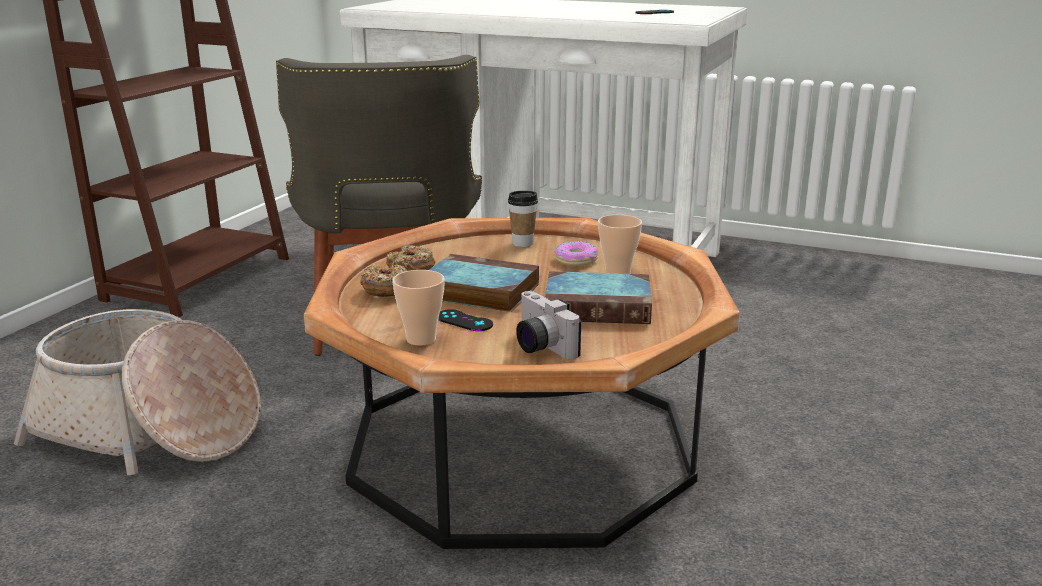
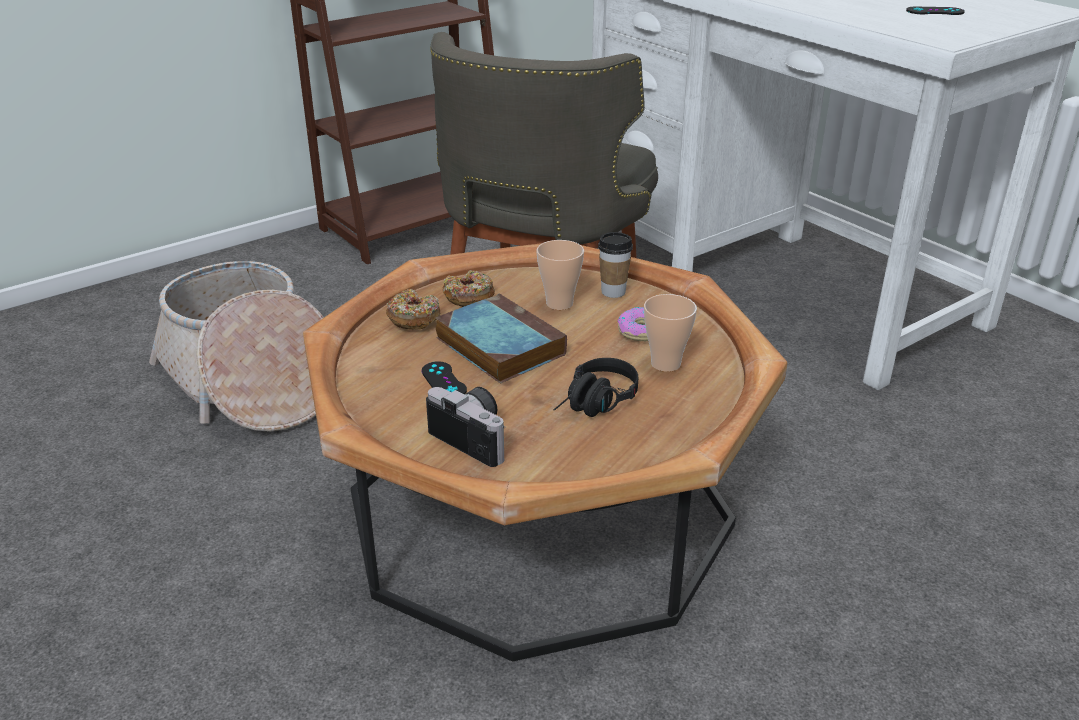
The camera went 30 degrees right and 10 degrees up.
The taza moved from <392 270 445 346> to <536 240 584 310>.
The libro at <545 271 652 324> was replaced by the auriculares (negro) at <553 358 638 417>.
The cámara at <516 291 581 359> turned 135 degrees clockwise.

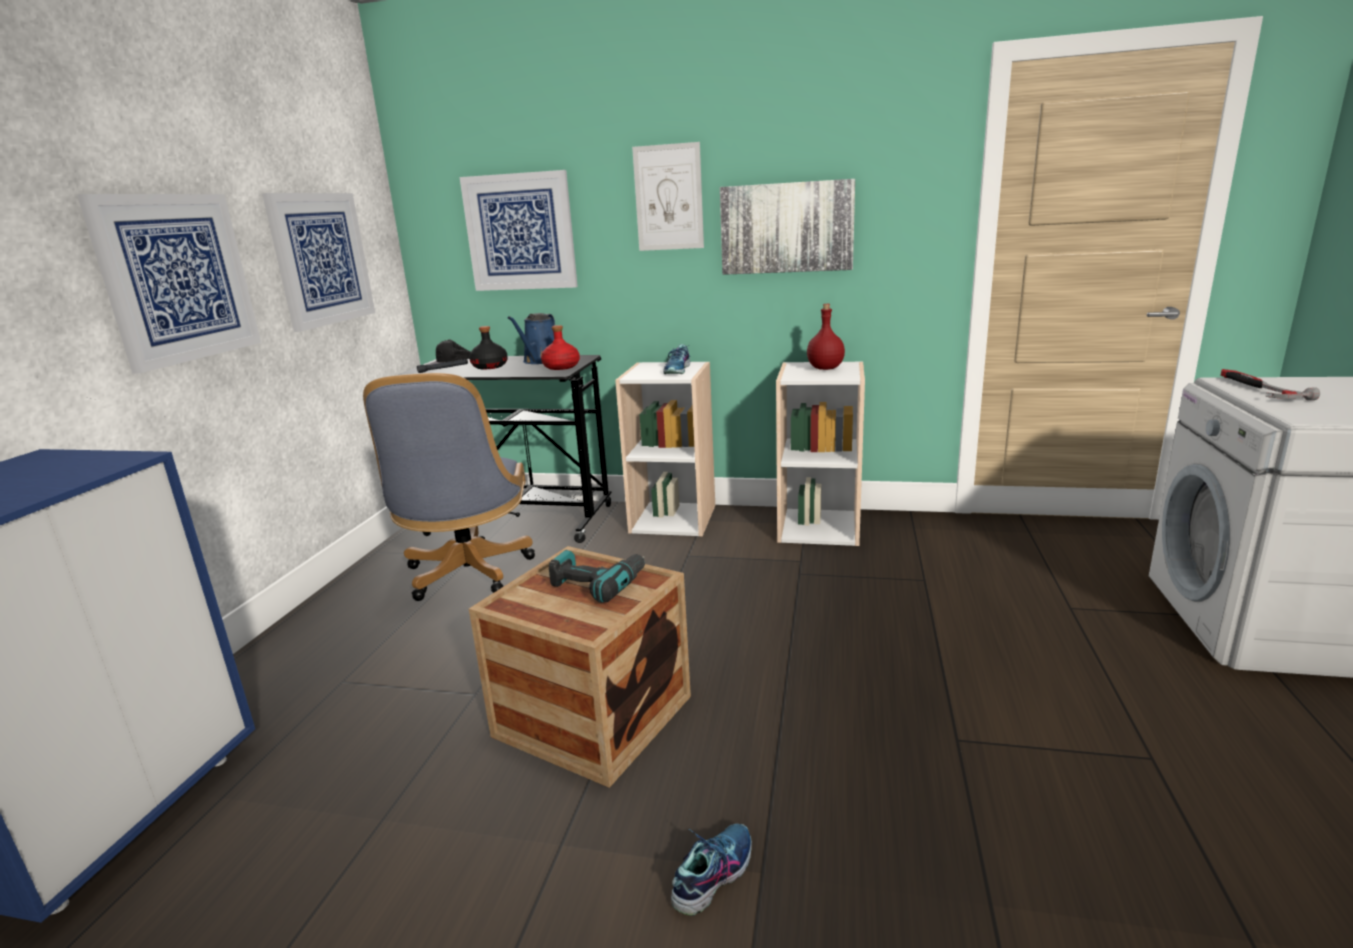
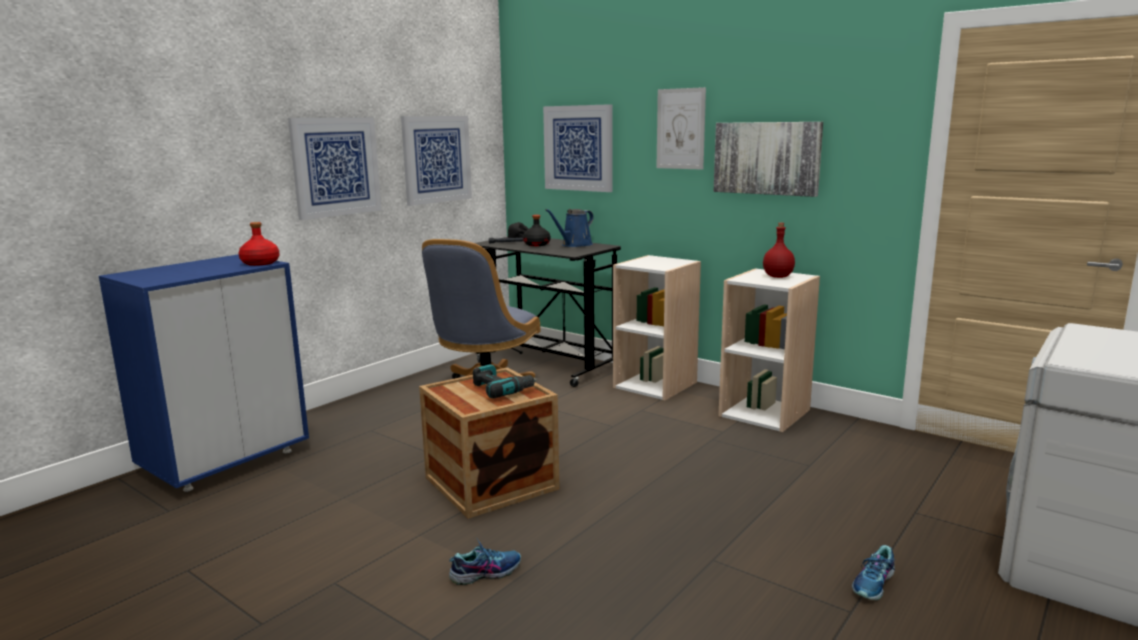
The camera went 25 degrees right and 5 degrees down.
The martillo at <1220 369 1320 400> disappeared.
The botella (rojo) moved from <541 325 580 370> to <238 222 279 266>.
The zapato moved from <663 344 690 374> to <852 545 896 600>.

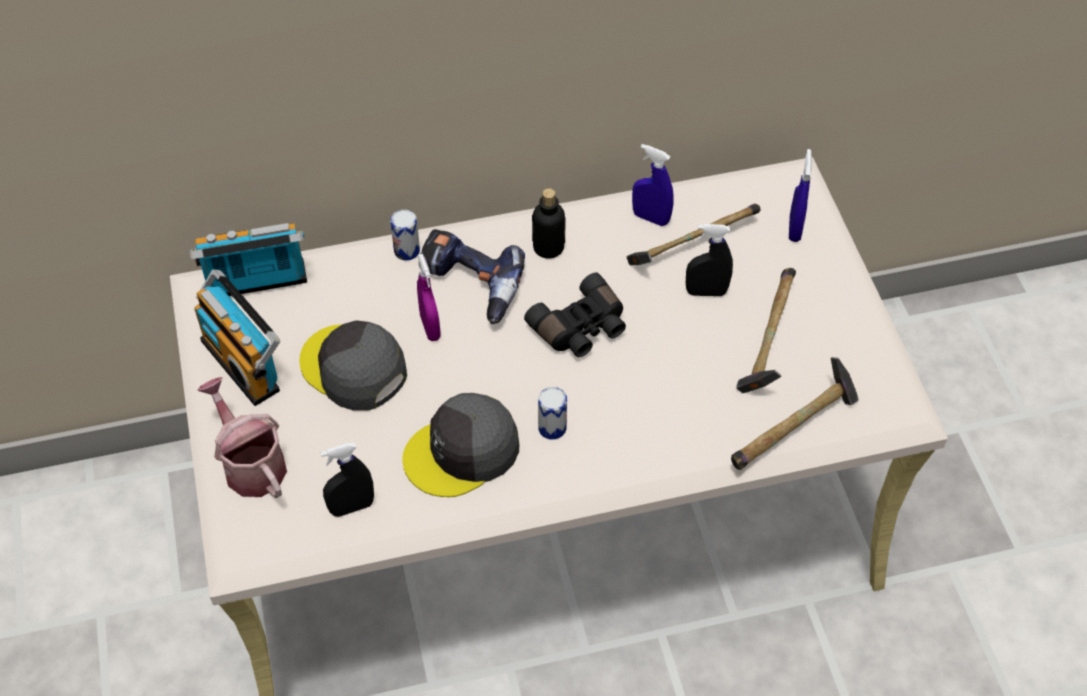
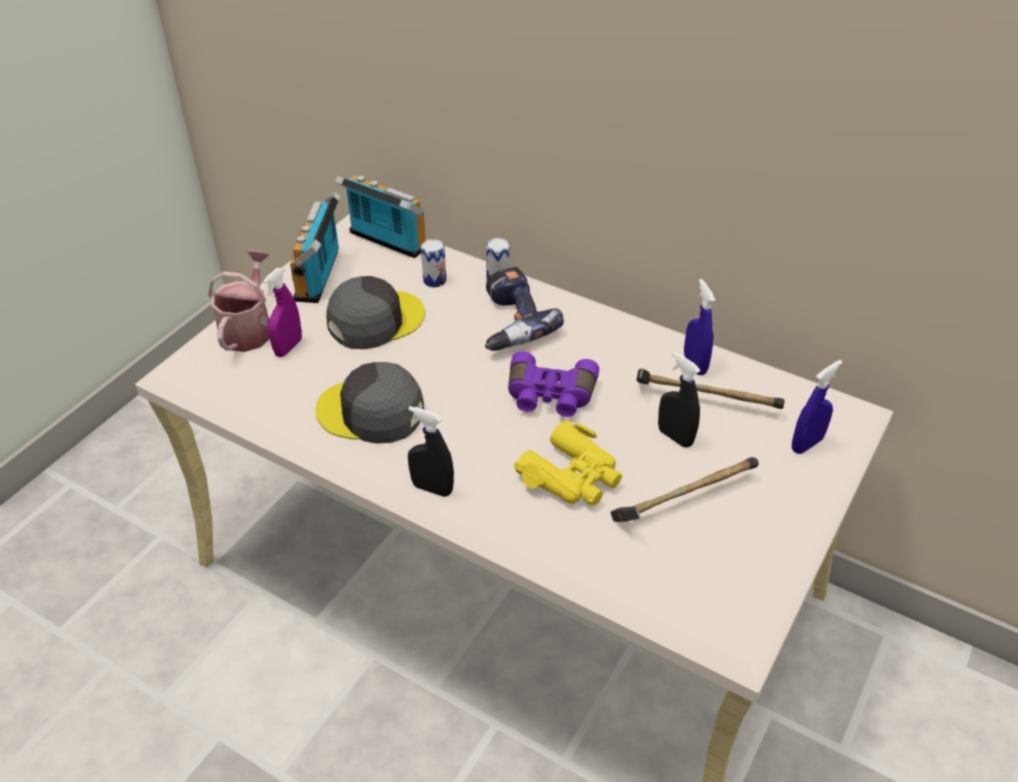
The camera went 45 degrees right and 10 degrees down.
The botella at <532 188 566 259> disappeared.
The martillo at <731 357 859 470> disappeared.
The prismáticos (amarillo) at <514 420 622 506> appeared.
The pulverizador (negro) moved from <320 443 374 517> to <408 406 454 497>.
The pulverizador (morado) moved from <417 254 441 341> to <262 268 302 357>.
The lata moved from <538 387 567 440> to <421 239 446 288>.
The prismáticos (negro) at <524 272 626 357> became the prismáticos (morado) at <508 351 599 417>.
The gorra (gris) at <299 320 407 411> turned 60 degrees clockwise.

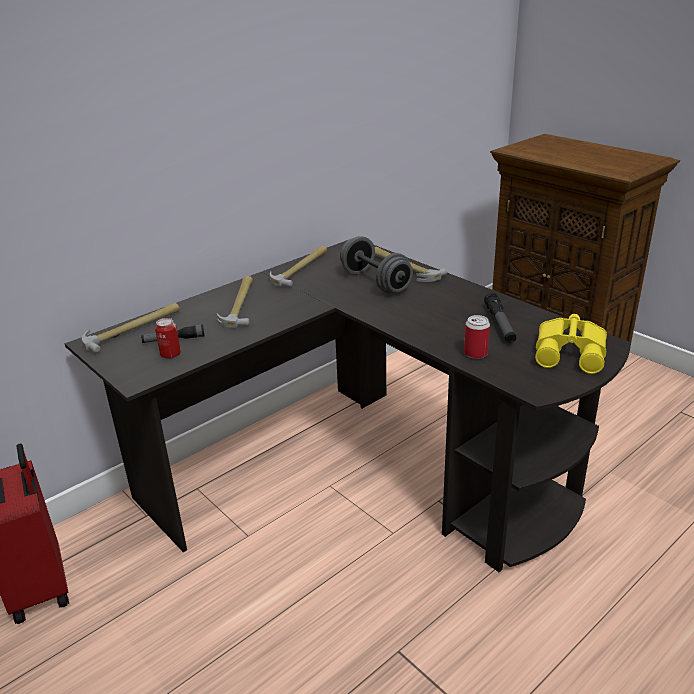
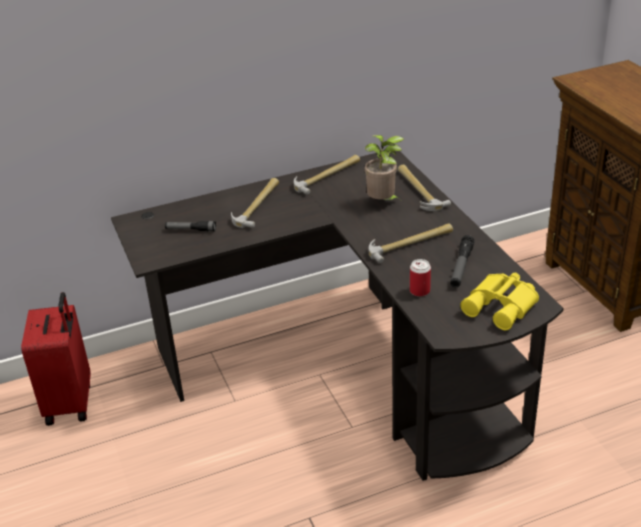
The camera went 20 degrees right and 5 degrees up.
The lata at <155 318 181 359> disappeared.
The martillo moved from <82 303 180 353> to <369 223 453 263>.
The mancuerna (gris) at <340 236 413 293> was replaced by the planta en maceta at <365 135 405 201>.

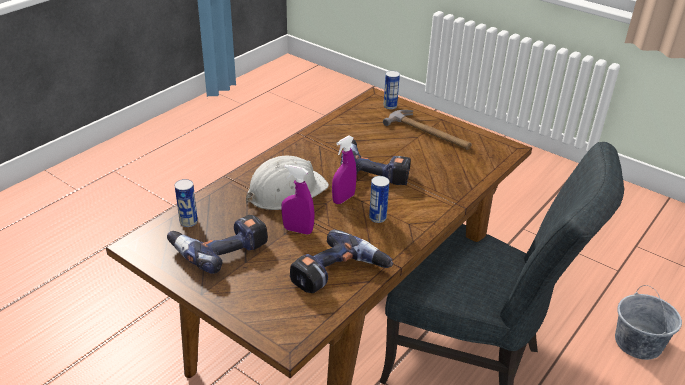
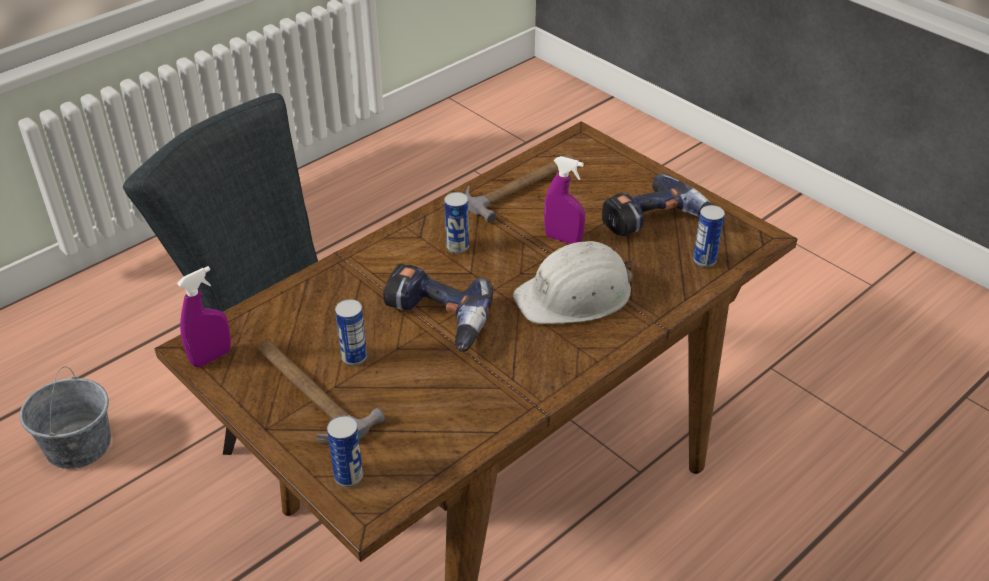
The camera went 170 degrees left and 5 degrees up.
The lata at <335 299 367 366> appeared.
The pulverizador (morado) moved from <332 135 357 204> to <177 266 231 367>.
The taladro at <290 229 393 293> was replaced by the martillo at <465 154 575 223>.

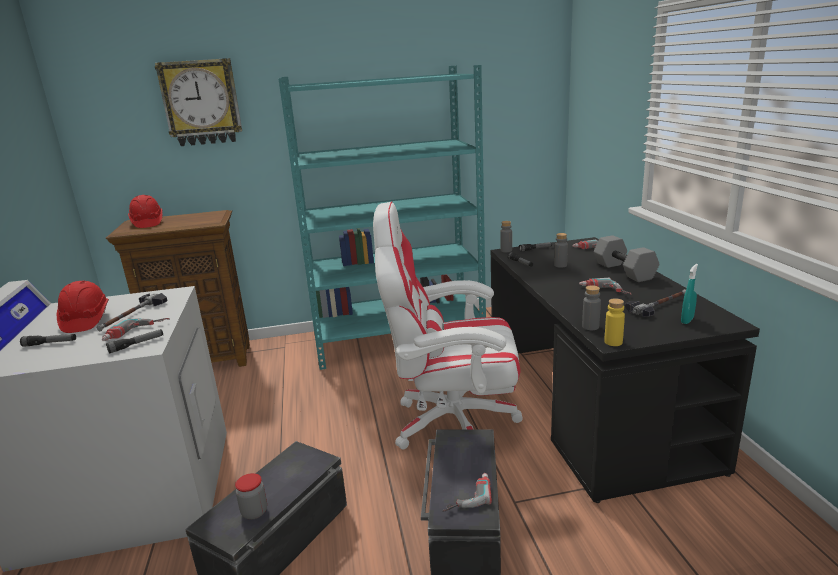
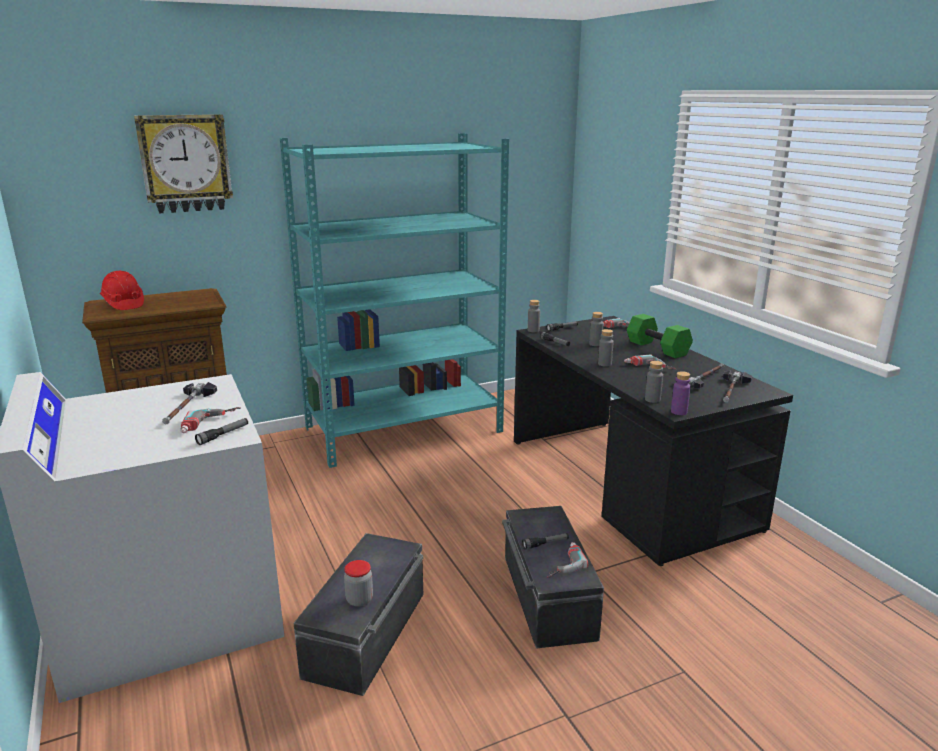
The camera went 15 degrees left and 0 degrees up.
The casco (rojo) at <57 281 109 333> disappeared.
The silla de oficina (blanco) at <373 201 523 450> disappeared.
The botella (gris) at <598 329 614 367> appeared.
The linterna moved from <20 334 76 347> to <522 533 569 549>.
The pulverizador (turquesa) at <681 264 698 324> was replaced by the martillo at <723 370 752 402>.
The mancuerna (gris) at <593 235 660 282> became the mancuerna (verde) at <627 314 693 358>.
The botella (amarillo) at <604 298 625 346> became the botella (morado) at <671 371 691 415>.

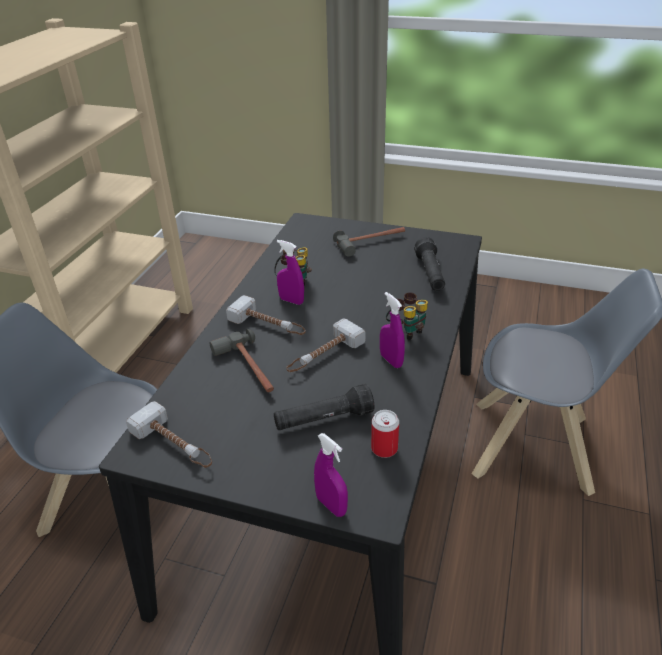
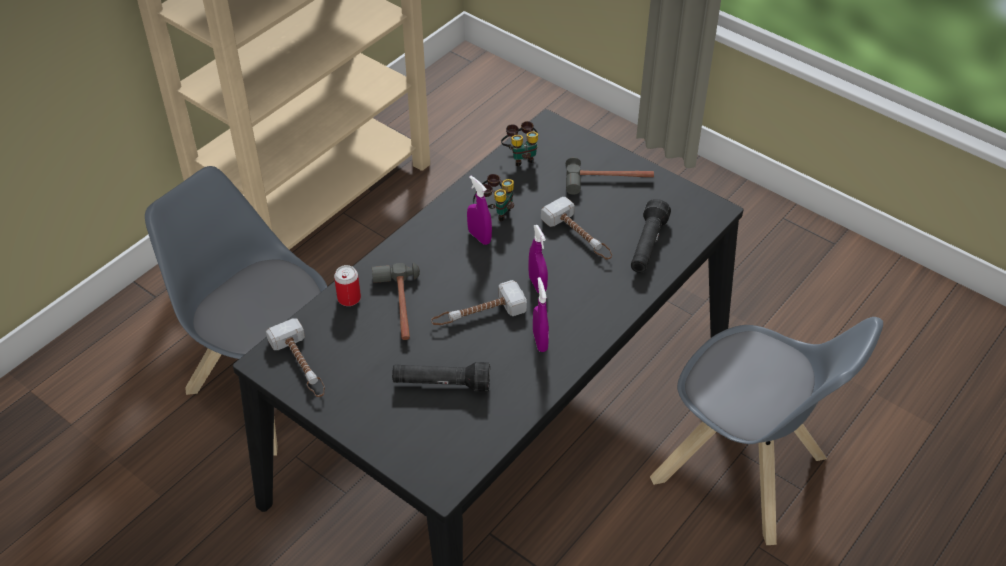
The camera went 20 degrees right and 10 degrees up.
The martillo moved from <226 295 306 335> to <541 197 612 260>.
The pulverizador (morado) moved from <314 433 348 517> to <529 225 548 293>.
The lata moved from <371 410 399 458> to <334 265 361 306>.
The prismáticos moved from <386 292 428 340> to <501 121 538 166>.

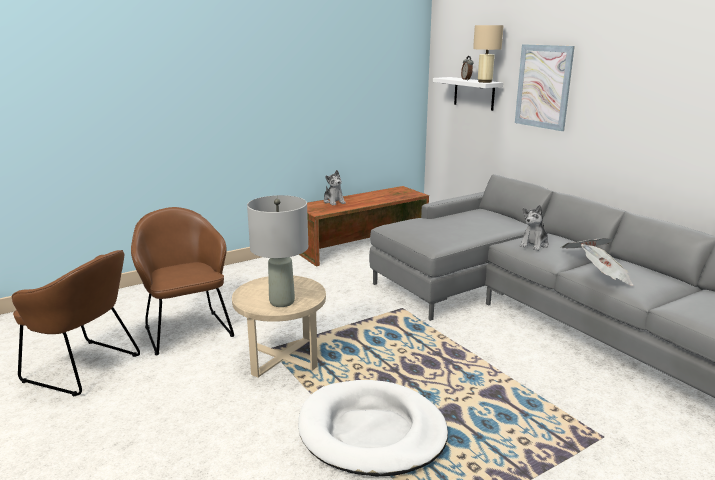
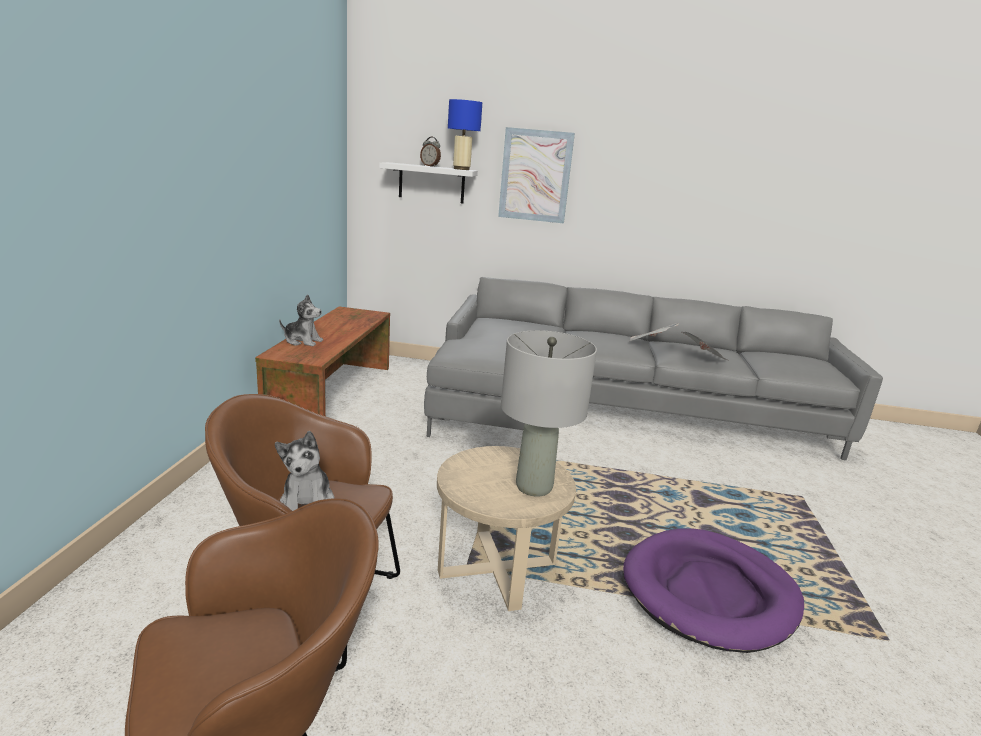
The camera went 50 degrees left and 0 degrees up.
The peluche moved from <520 205 549 251> to <275 431 334 511>.
The cama para perro (blanco) at <298 380 448 477> became the cama para perro (morado) at <623 528 804 653>.
The lámpara de mesa (beis) at <473 25 503 83> became the lámpara de mesa (azul) at <448 99 482 170>.

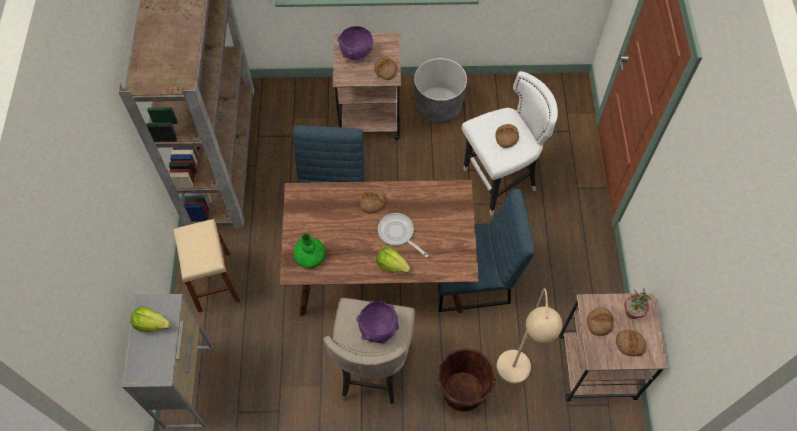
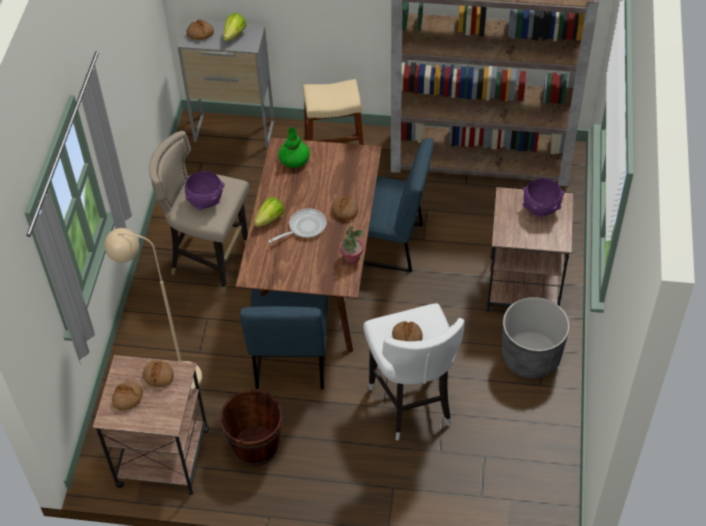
The camera went 100 degrees right and 10 degrees down.
The pan moved from <374 57 398 80> to <186 19 214 40>.
The cubo (marrón) moved from <438 348 496 412> to <220 390 282 466>.
The planta en maceta moved from <625 289 652 319> to <340 226 364 264>.

